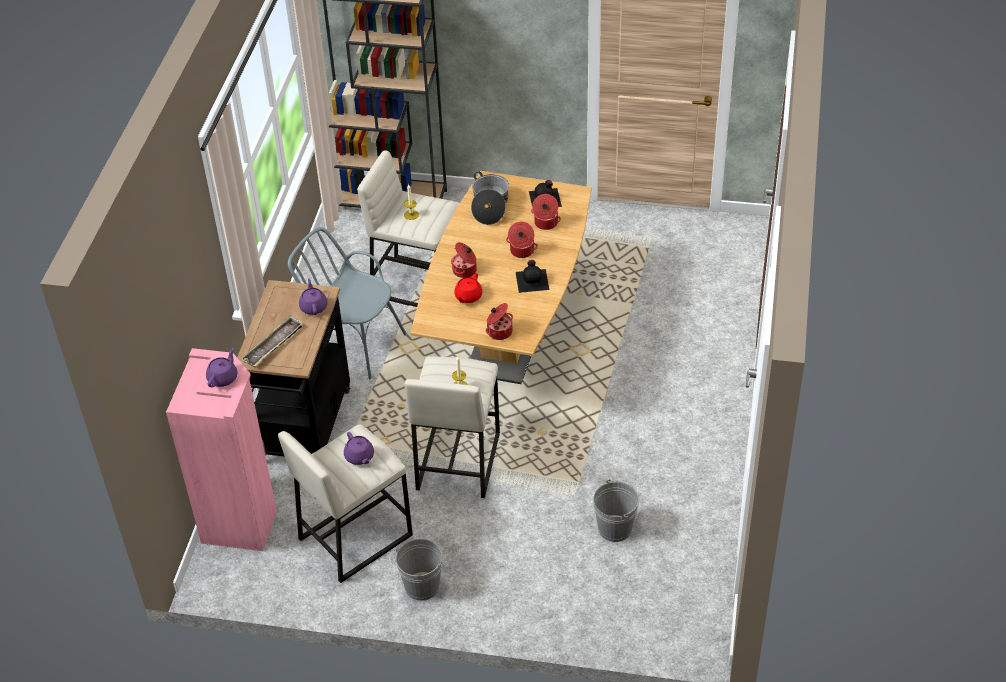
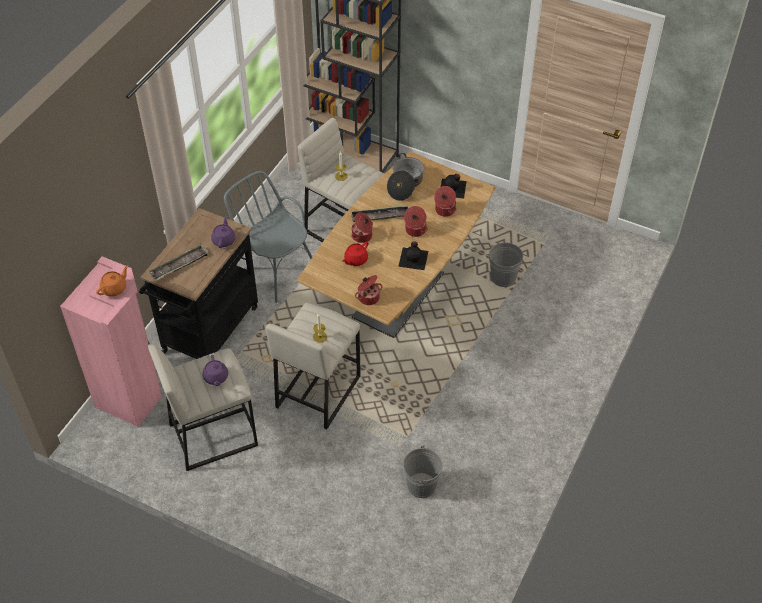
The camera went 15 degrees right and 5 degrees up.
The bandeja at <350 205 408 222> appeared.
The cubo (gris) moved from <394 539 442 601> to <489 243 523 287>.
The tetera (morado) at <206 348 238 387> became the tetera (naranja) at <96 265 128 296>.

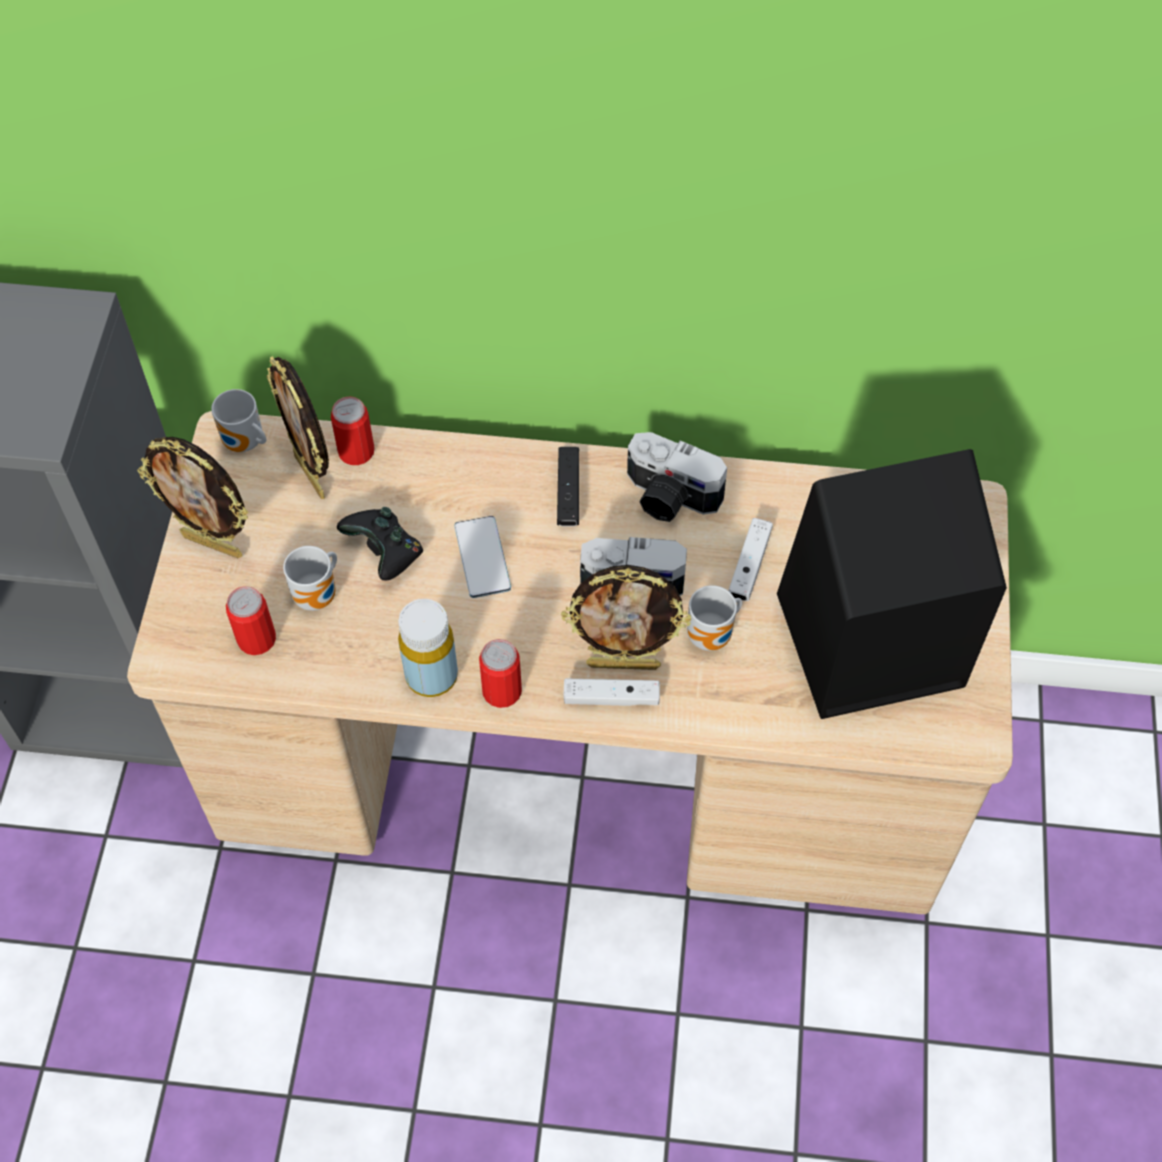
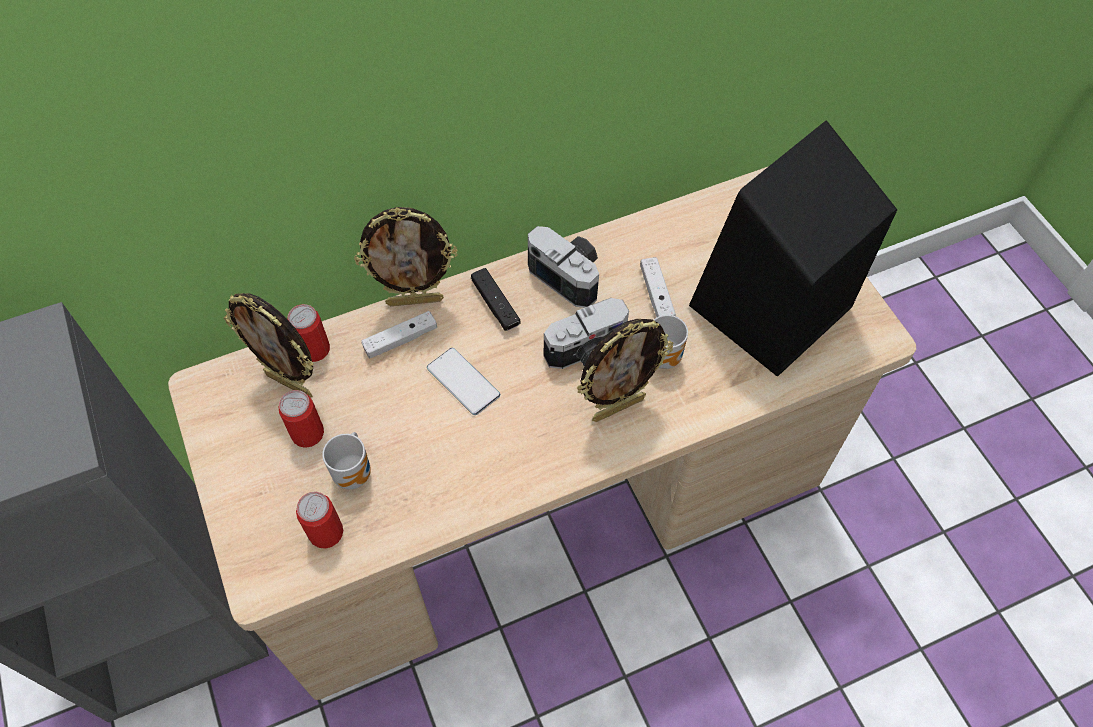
The camera went 30 degrees left and 0 degrees up.
The taza grande at <211 389 266 452> disappeared.
The mando de consola (negro) at <337 507 423 581> disappeared.
The botella (amarillo) at <398 599 458 697> disappeared.
The portarretratos moved from <137 437 248 558> to <354 207 457 306>.
The lata moved from <479 639 522 708> to <279 390 324 448>.
The mando de consola (blanco) moved from <564 679 660 706> to <361 311 437 358>.
The cámara at <627 432 727 522> turned 135 degrees counterclockwise.

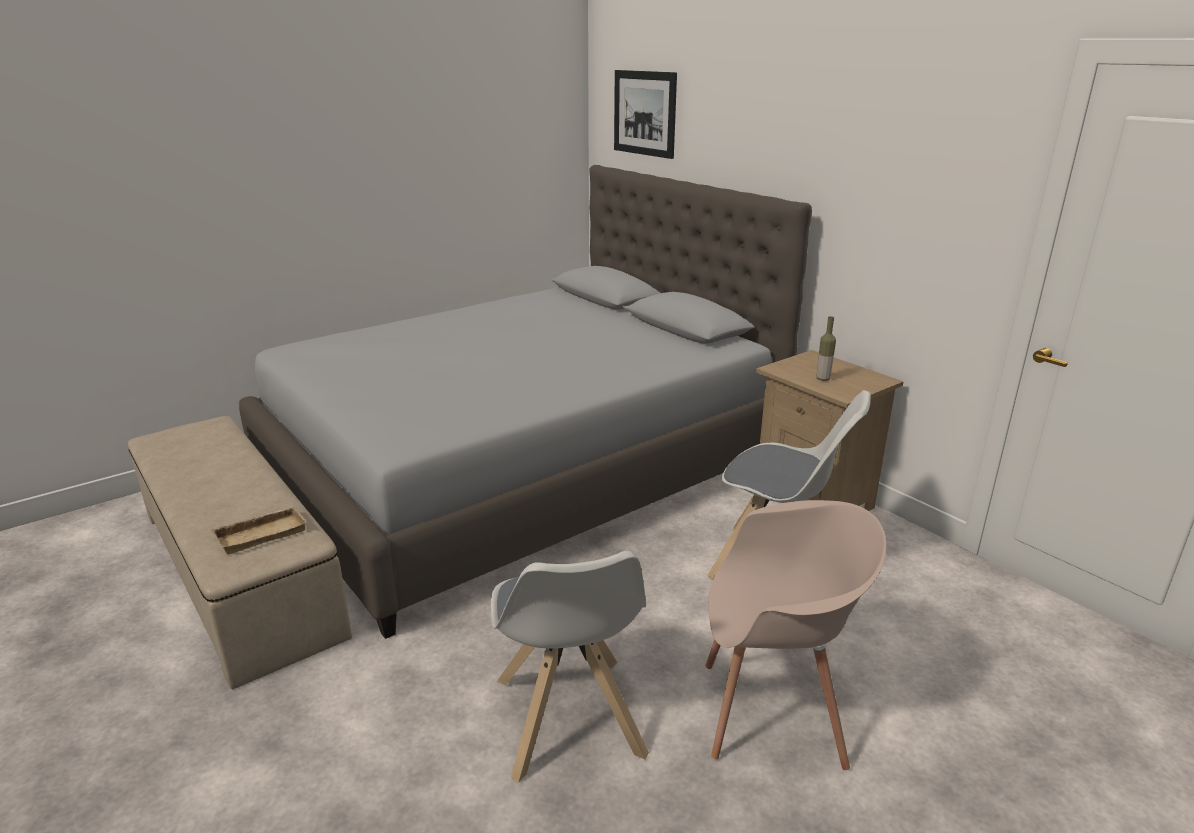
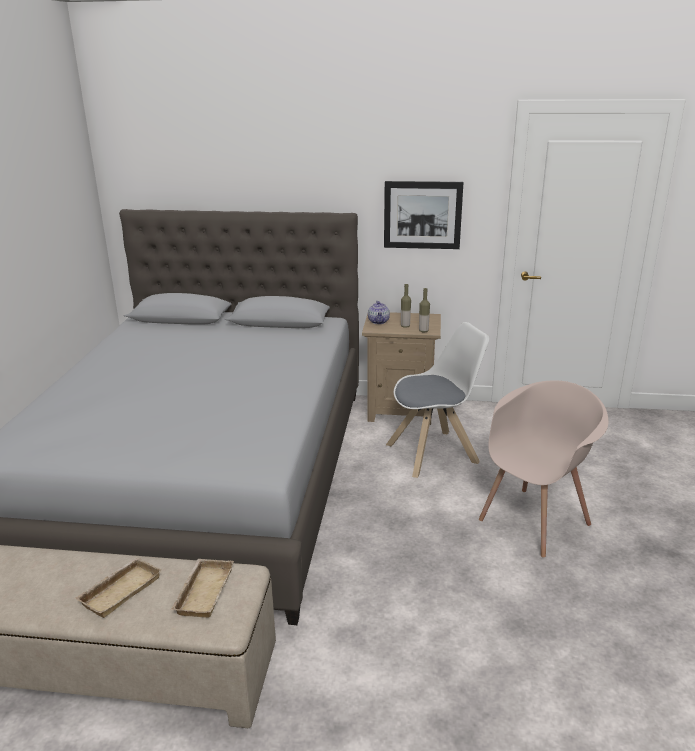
The camera went 45 degrees left and 0 degrees up.
The silla at <491 551 649 783> disappeared.
The bandeja (beis) at <75 557 161 618> appeared.
The tetera at <368 301 390 324> appeared.
The botella at <419 288 430 332> appeared.
The cuadro moved from <614 70 677 159> to <384 181 463 249>.

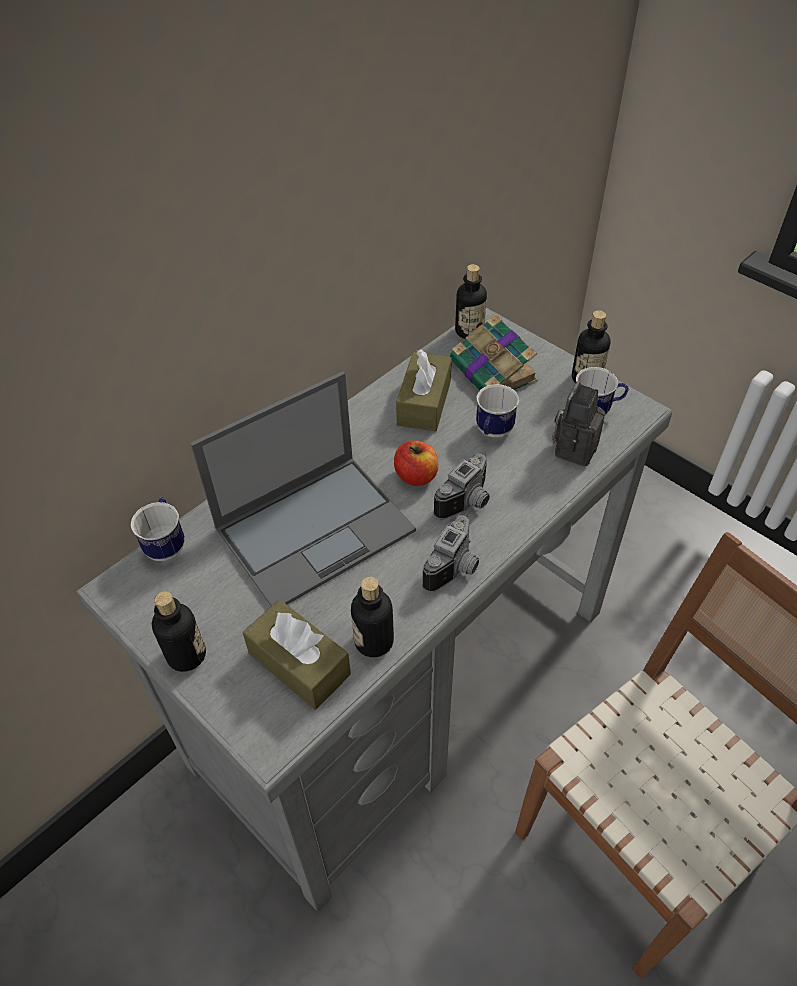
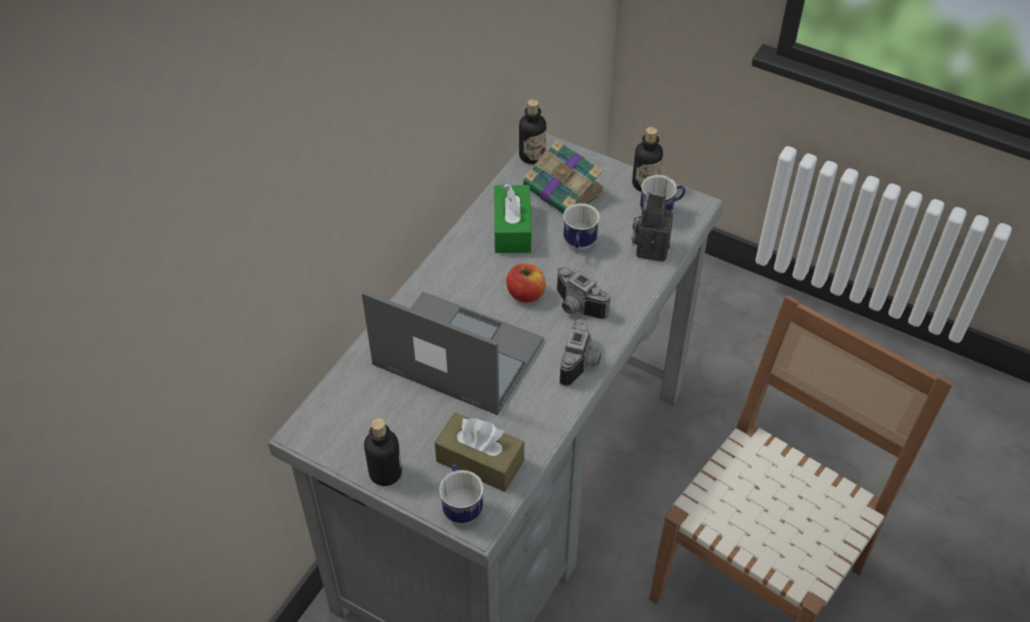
The camera went 15 degrees left and 0 degrees up.
The botella at <351 577 394 657> disappeared.
The taza grande moved from <131 497 185 561> to <439 465 484 525>.
The caja de pañuelos (marrón) at <396 349 452 432> became the caja de pañuelos (verde) at <494 183 531 253>.
The portátil at <190 371 416 606> turned 105 degrees counterclockwise.
The cámara at <433 453 490 519> turned 105 degrees clockwise.

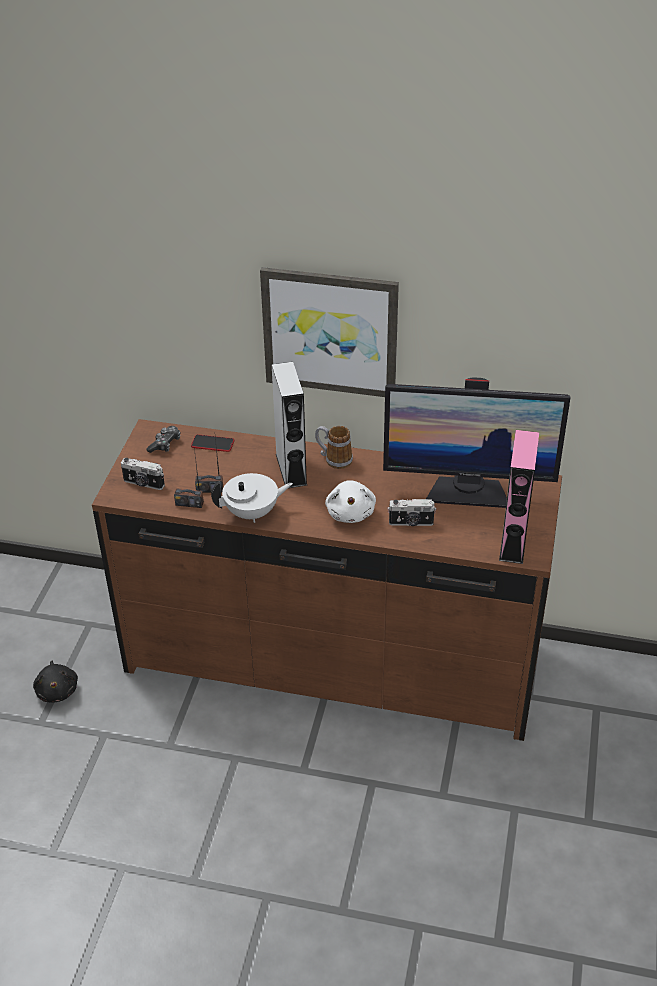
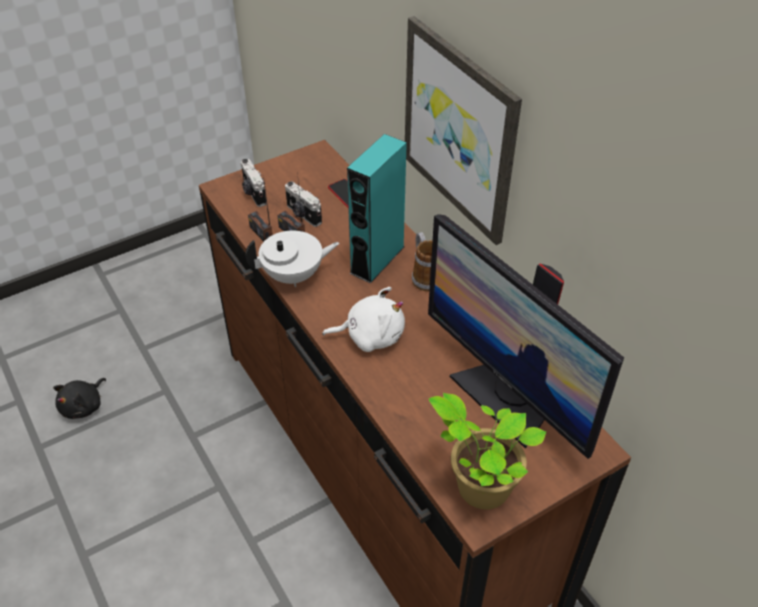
The camera went 45 degrees right and 5 degrees up.
The mando de consola at <146 426 180 453> disappeared.
The peluche (negro) moved from <33 660 78 703> to <53 378 106 419>.
The cámara moved from <388 499 436 526> to <285 181 322 227>.
The altavoz (rosa) at <499 430 539 564> was replaced by the planta en maceta at <429 393 546 509>.
The altavoz (gris) at <272 362 307 488> became the altavoz (turquesa) at <347 134 407 284>.
The tetera (blanco) at <211 473 293 523> turned 45 degrees counterclockwise.
The peluche (blanco) at <325 480 376 523> turned 135 degrees counterclockwise.

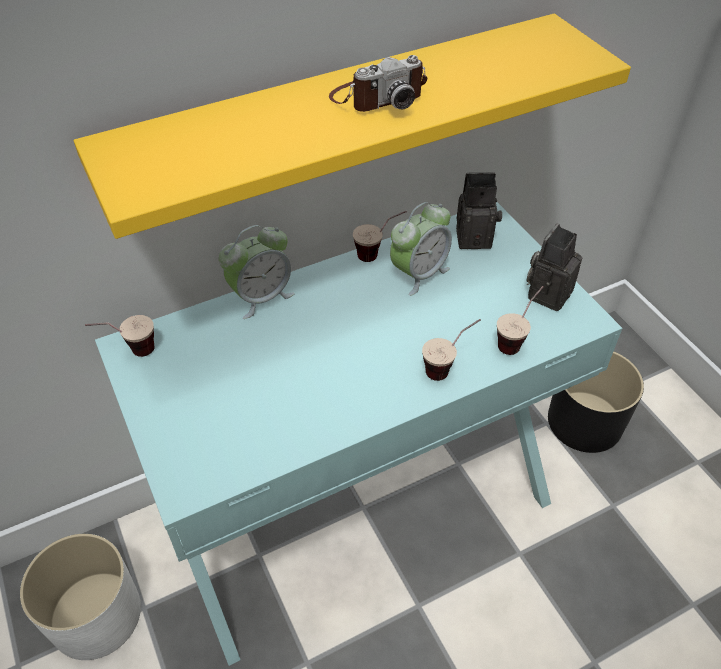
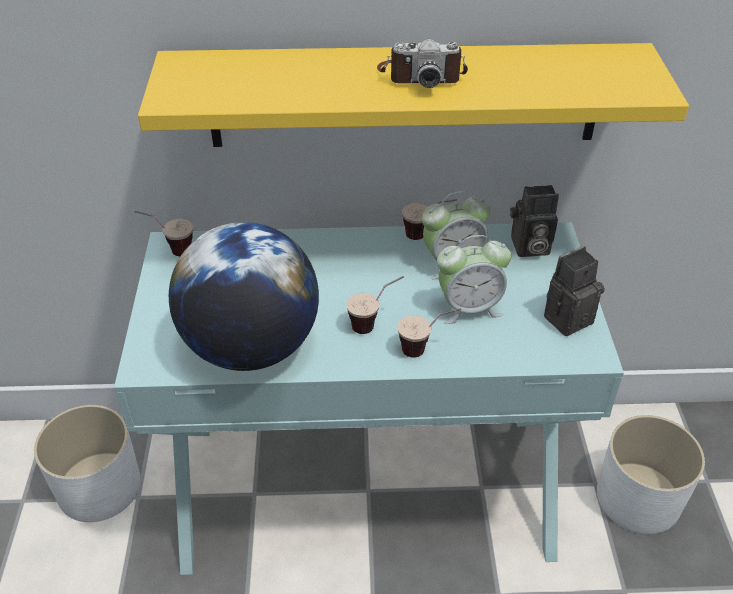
The camera went 25 degrees right and 5 degrees down.
The globo terráqueo at <169 222 319 371> appeared.
The despertador moved from <219 225 295 319> to <437 235 511 324>.
The taza moved from <497 286 544 355> to <346 276 404 334>.
The maceta (negro) at <548 351 644 453> became the maceta (blanco) at <597 415 705 534>.
The cámara at <456 172 502 249> turned 150 degrees clockwise.

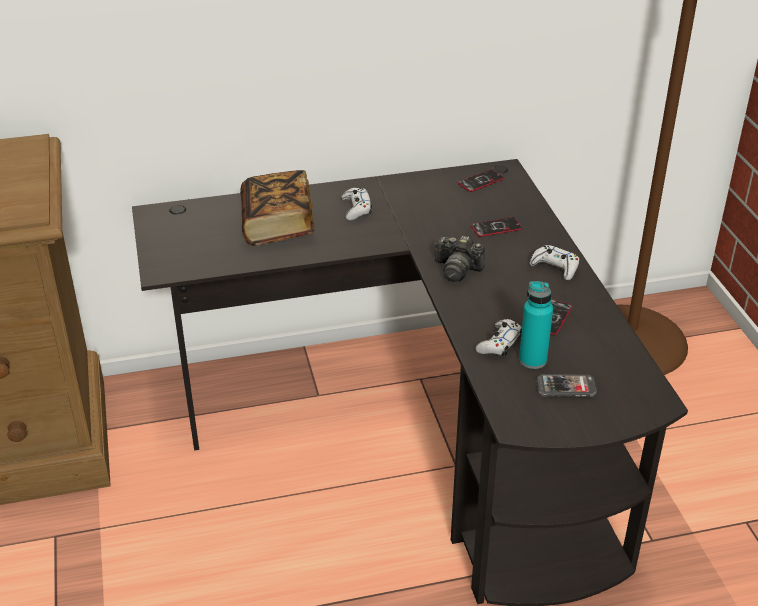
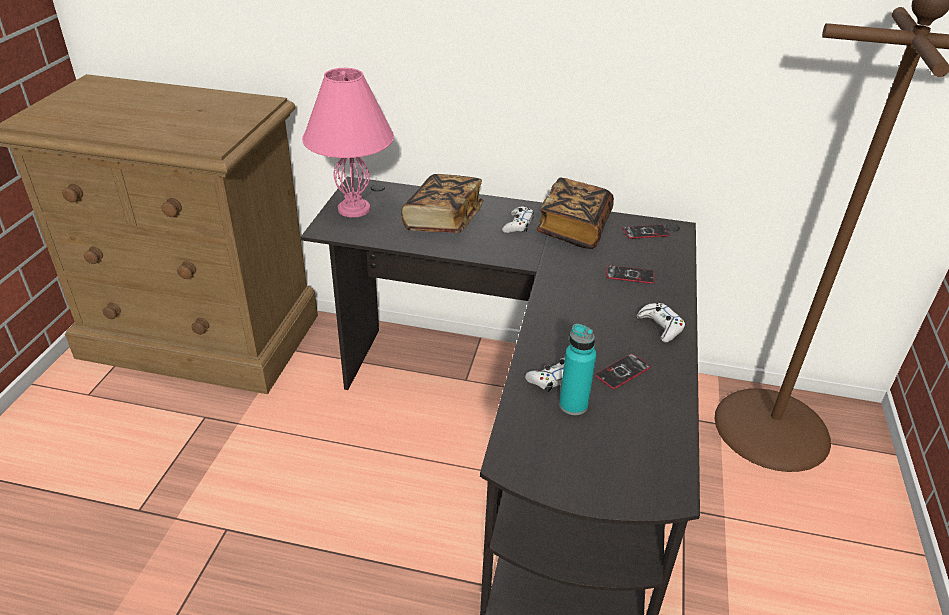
The camera went 25 degrees right and 0 degrees up.
The cámara at <434 236 485 282> disappeared.
The móvil at <536 374 597 397> disappeared.
The lámpara de mesa (rosa) at <302 68 394 217> appeared.
The libro at <536 178 614 249> appeared.

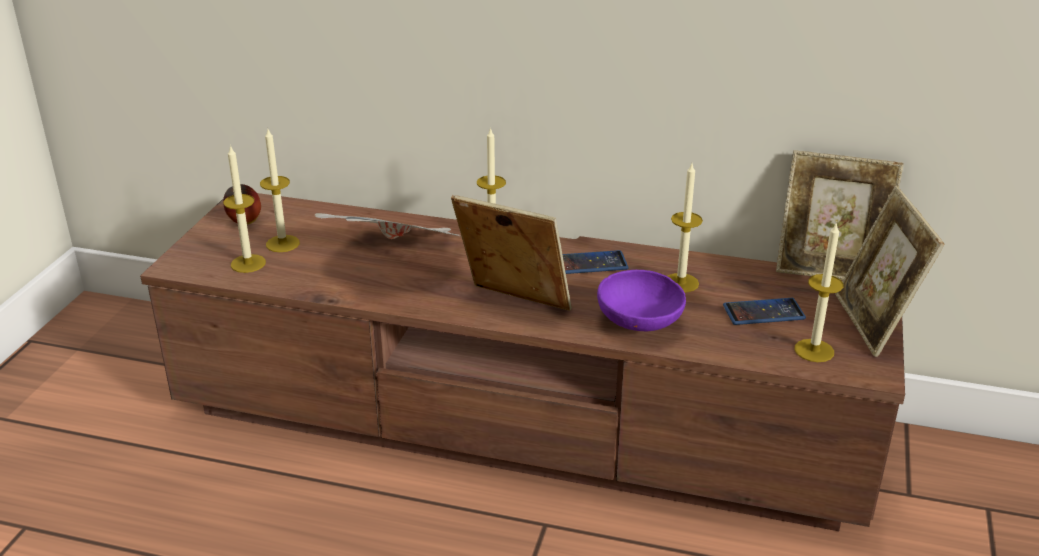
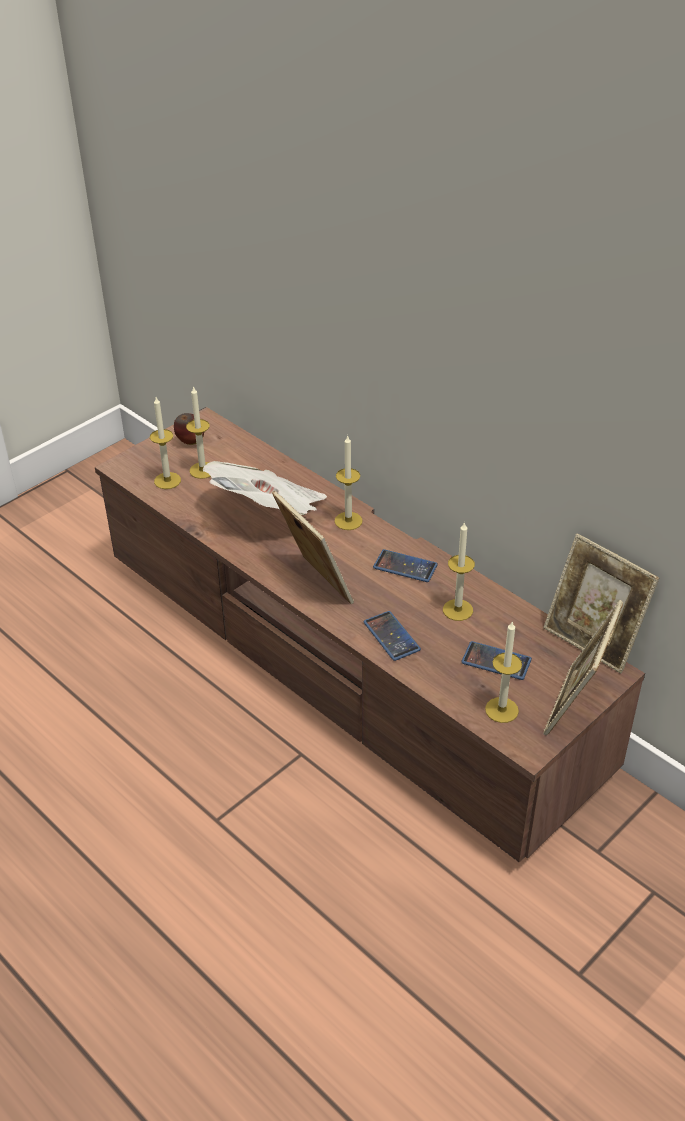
The camera went 30 degrees right and 10 degrees up.
The cuenco (morado) at <597 270 686 331> was replaced by the móvil at <364 611 421 661>.

